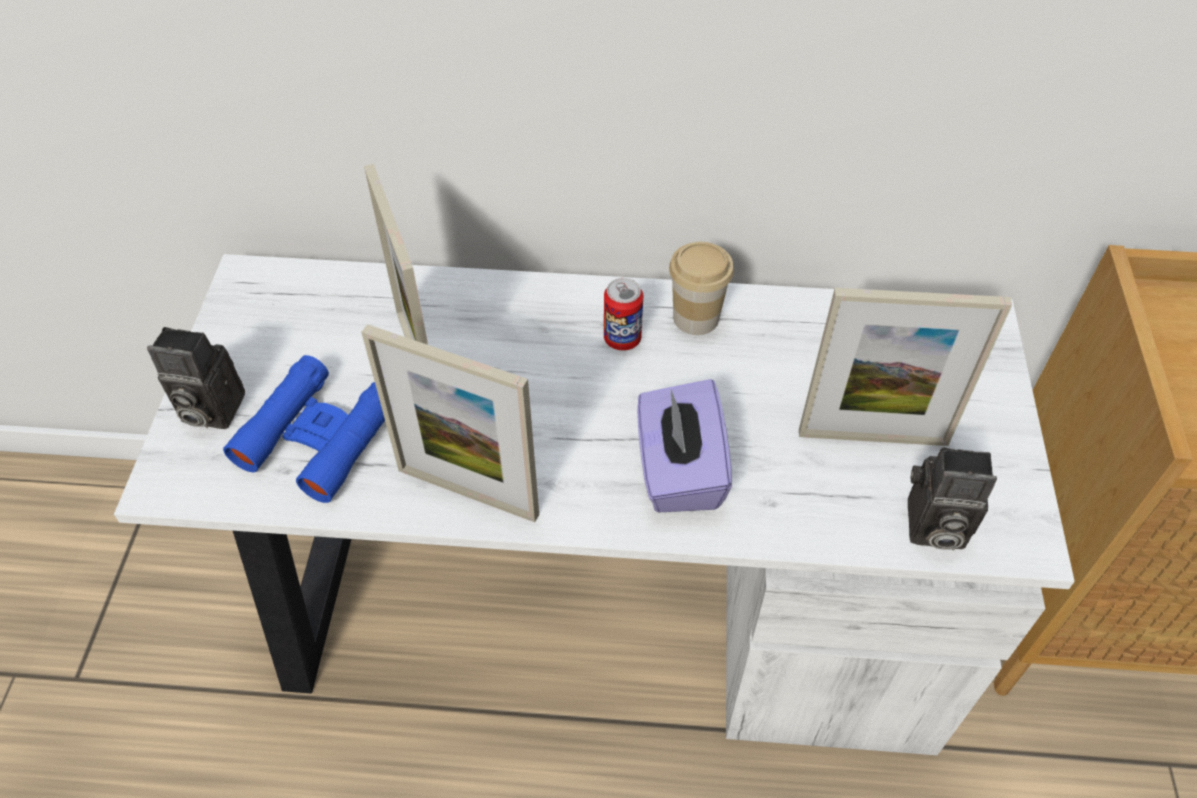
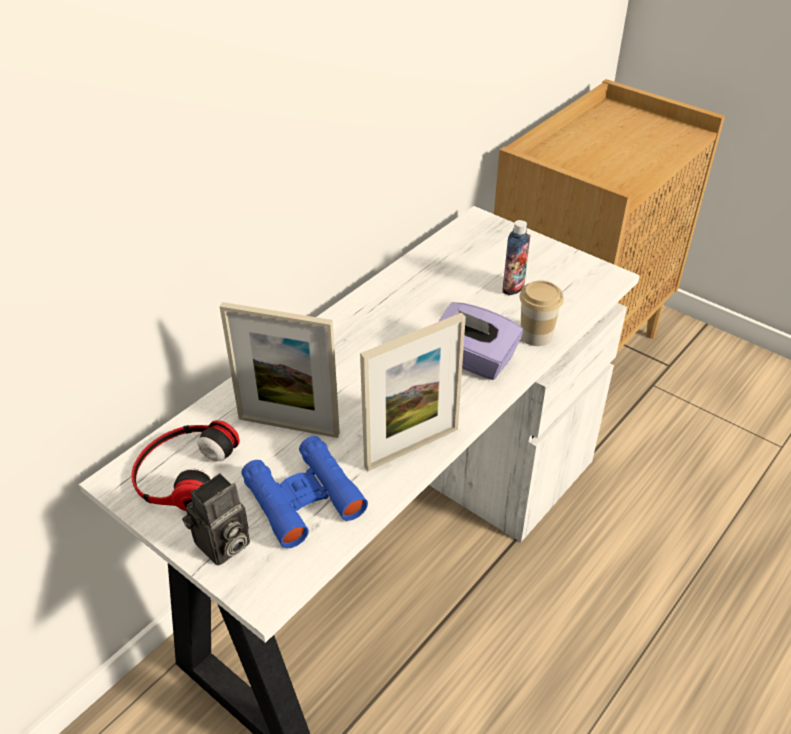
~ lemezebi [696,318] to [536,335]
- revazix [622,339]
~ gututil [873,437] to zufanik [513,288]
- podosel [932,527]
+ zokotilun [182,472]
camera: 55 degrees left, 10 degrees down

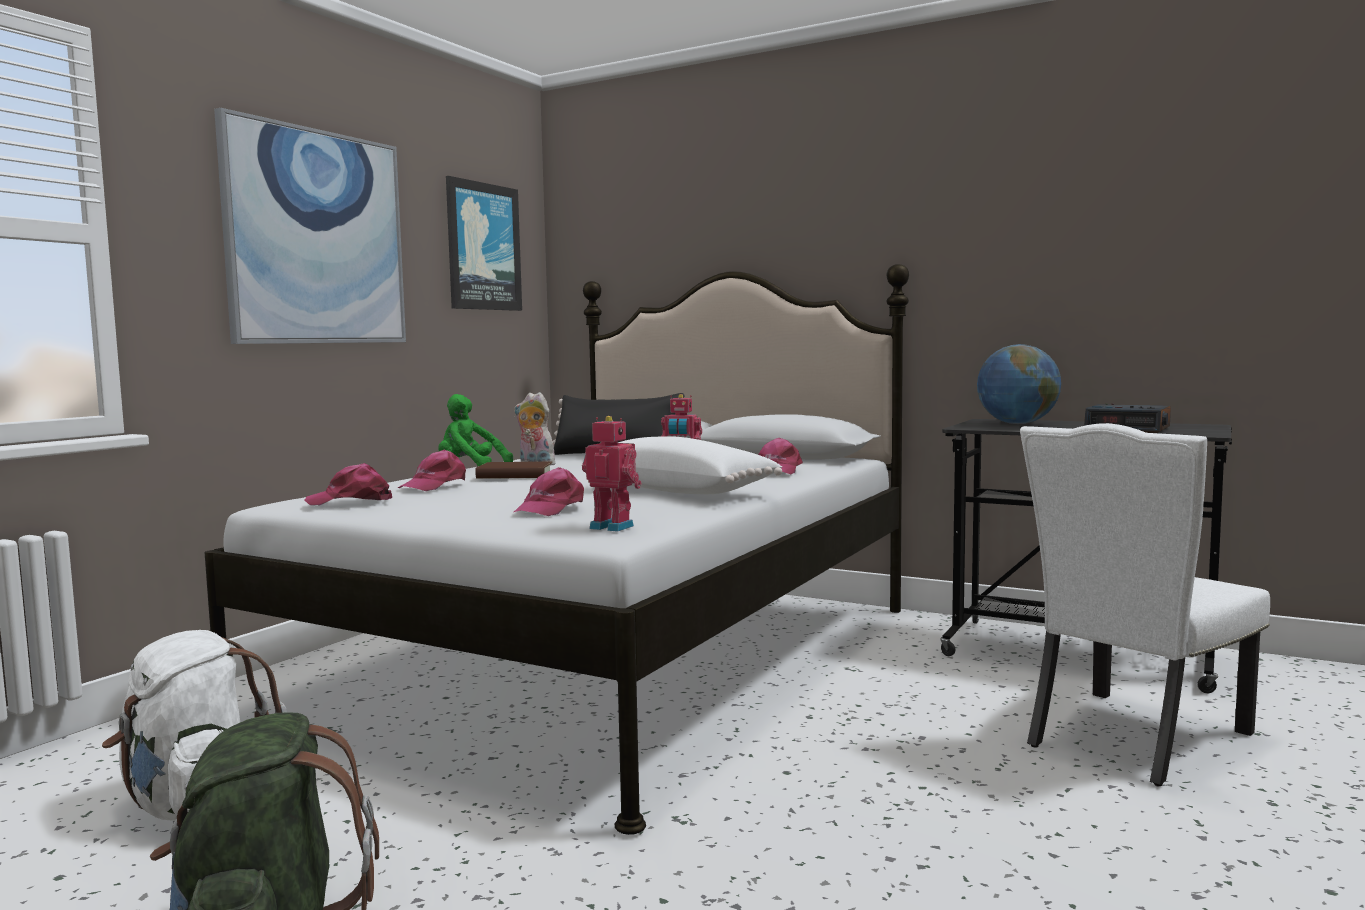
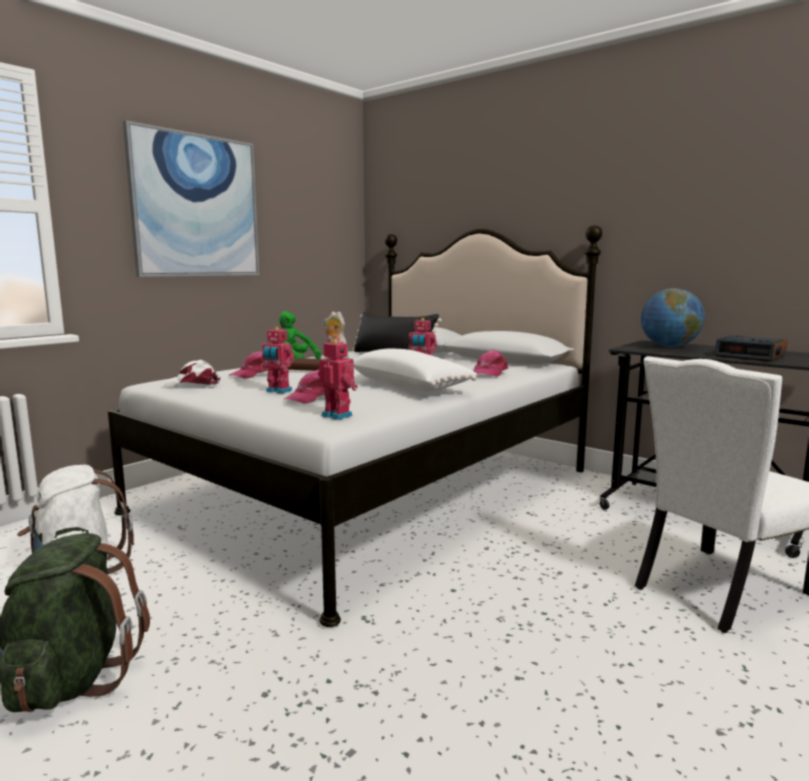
- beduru [483,247]
~ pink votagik [351,501] to white votagik [193,383]
+ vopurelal [278,391]
camera: 10 degrees right, 5 degrees up

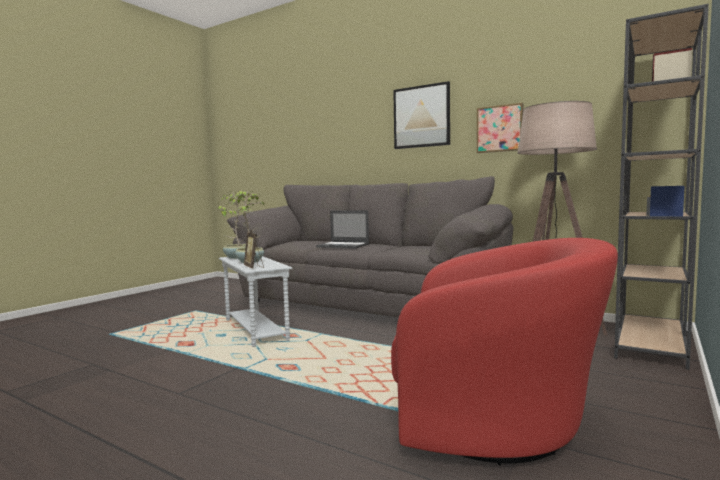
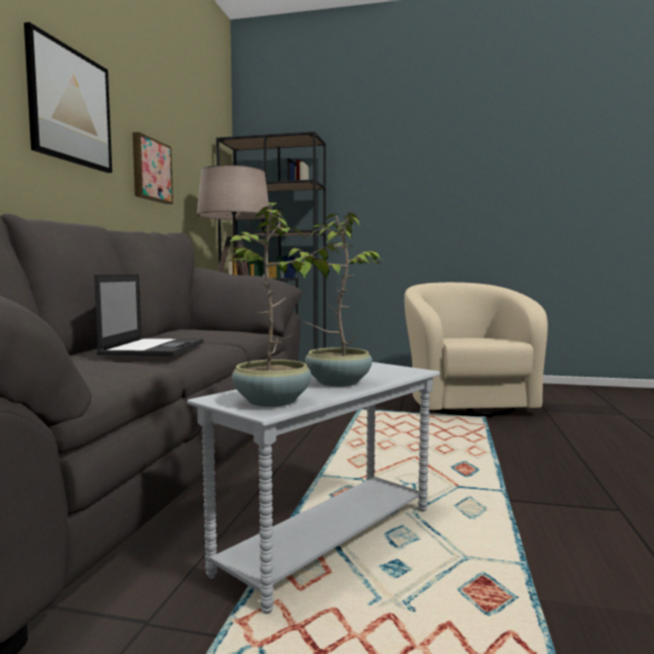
- gututil [254,267]
~ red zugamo [493,424] to beige zugamo [465,403]
camera: 110 degrees left, 0 degrees up

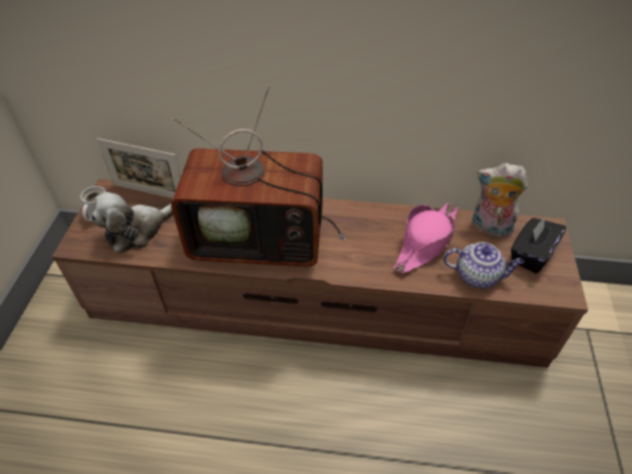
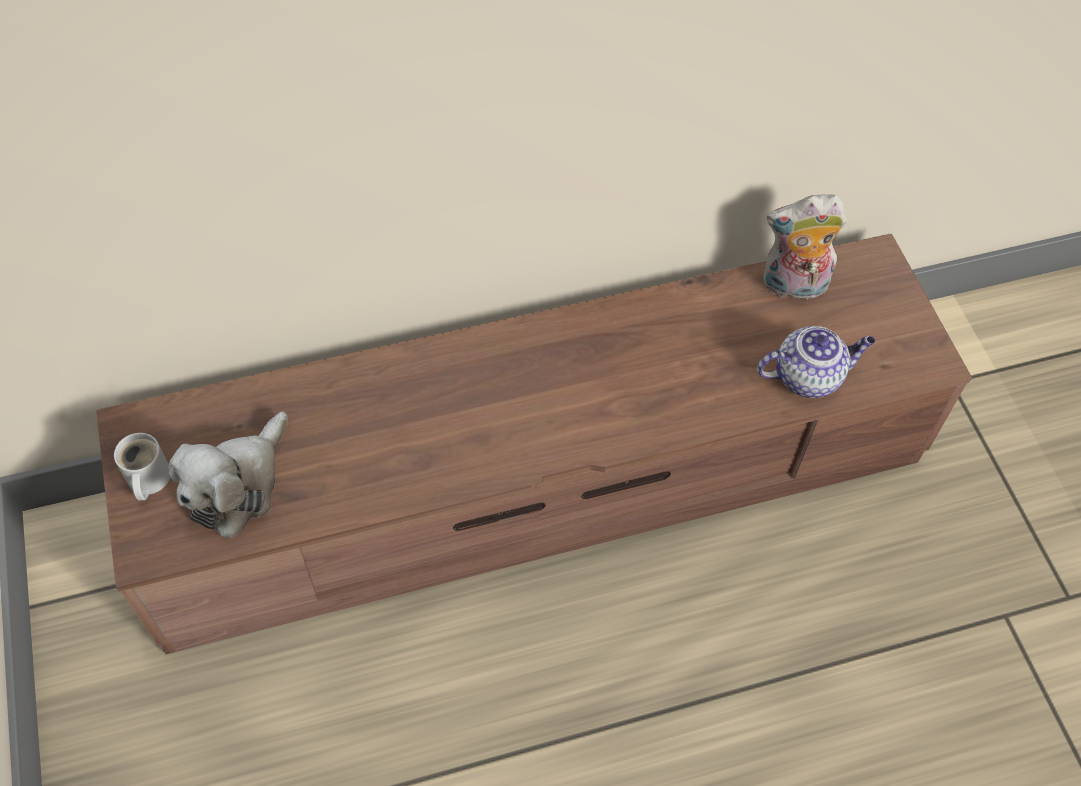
- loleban [262,238]
- gututil [150,192]
- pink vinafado [425,242]
- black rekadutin [531,254]
camera: 25 degrees left, 10 degrees up

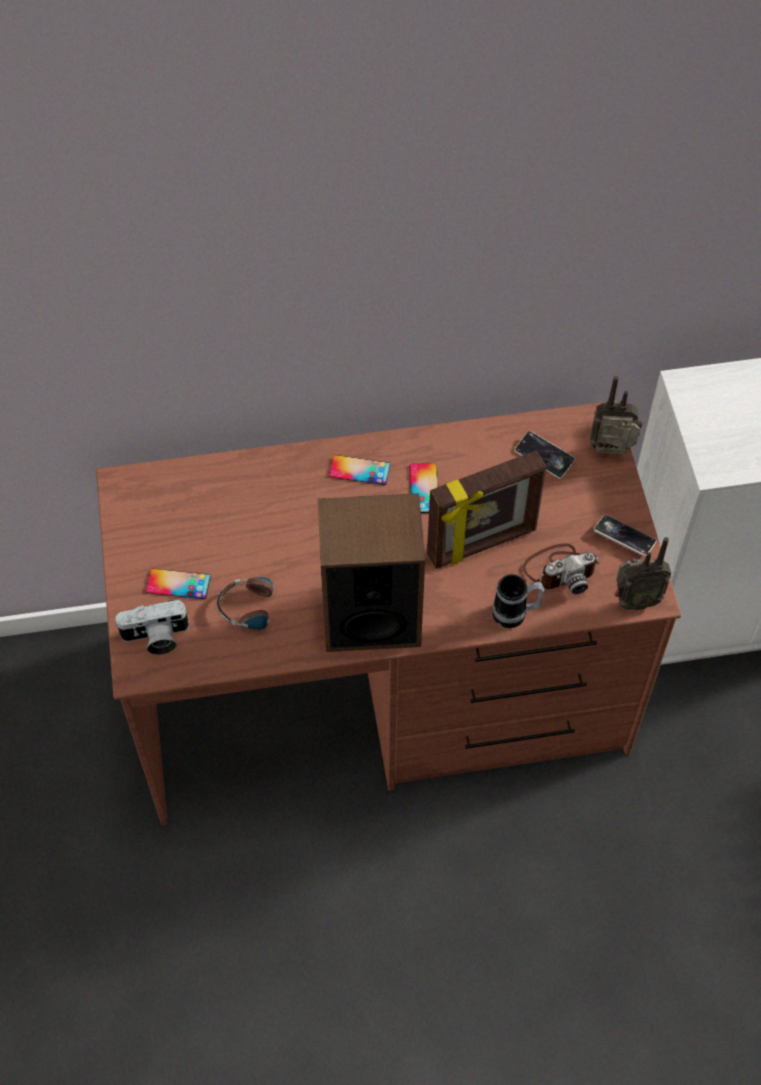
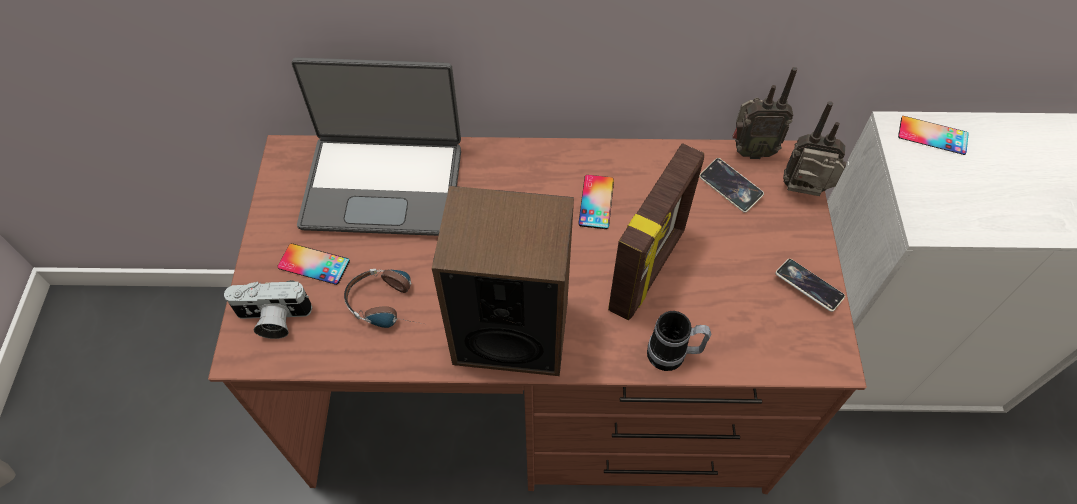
~ gututil [482,544] = [648,270] 45 degrees counterclockwise
~ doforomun [359,470] to [932,135]
~ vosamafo [634,601] to [750,151]
- podosel [560,569]
+ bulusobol [384,184]
camera: 10 degrees right, 0 degrees up

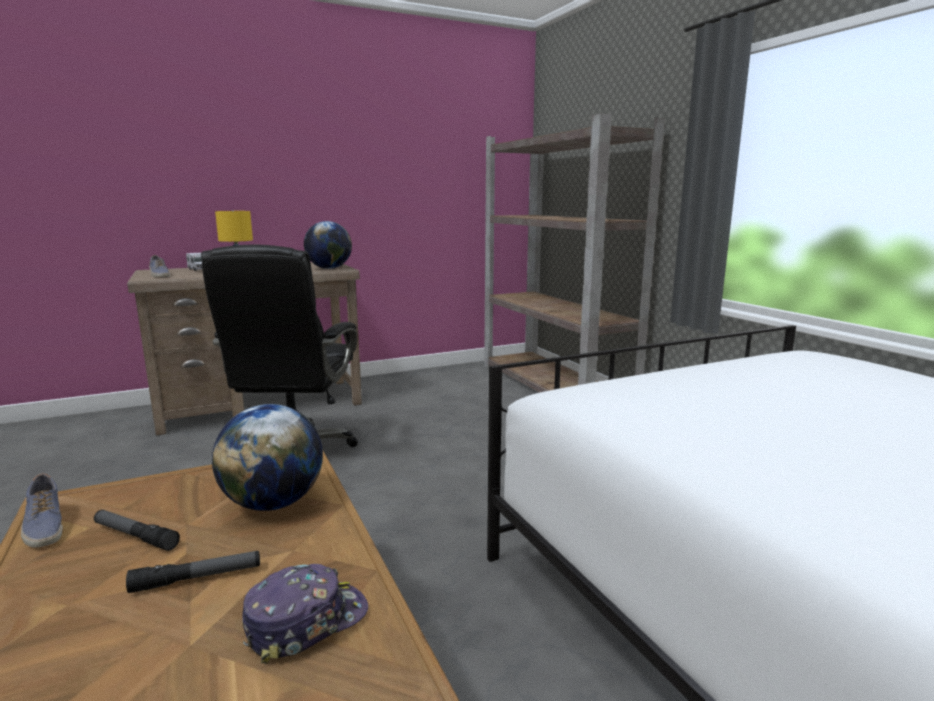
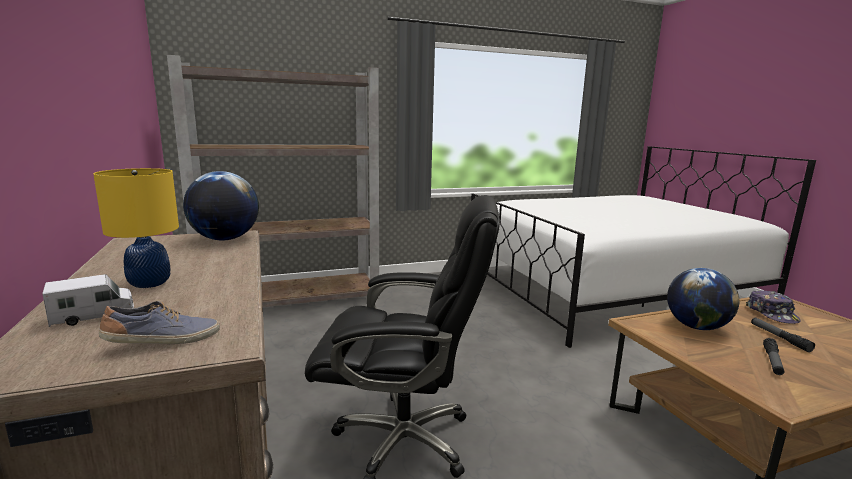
- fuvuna [44,526]
~ votagik [306,622] = [772,314] 150 degrees counterclockwise
camera: 85 degrees left, 0 degrees up

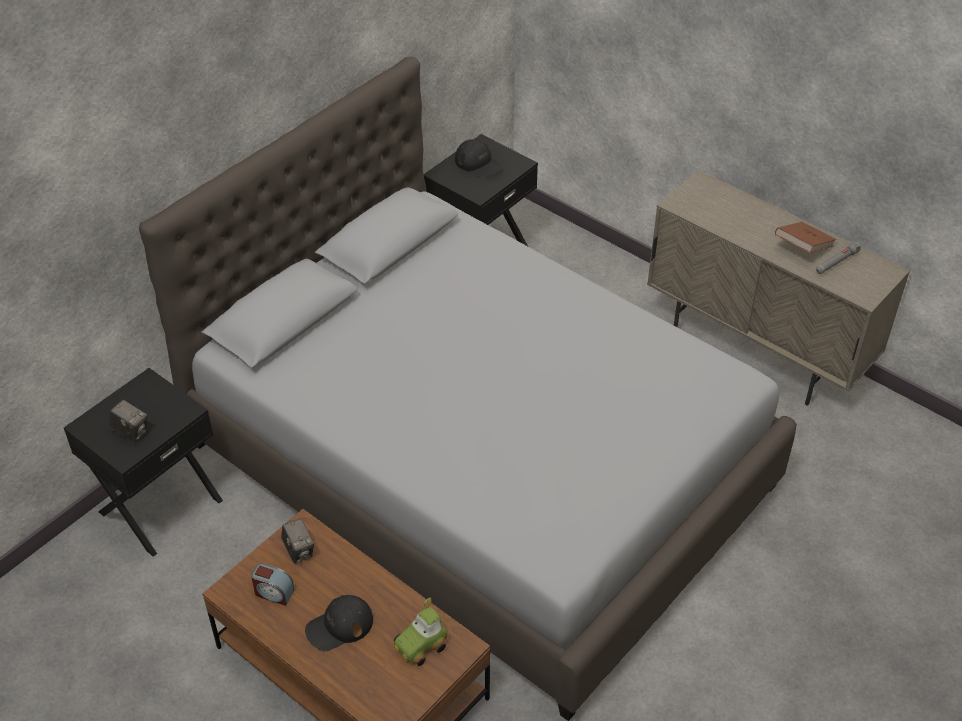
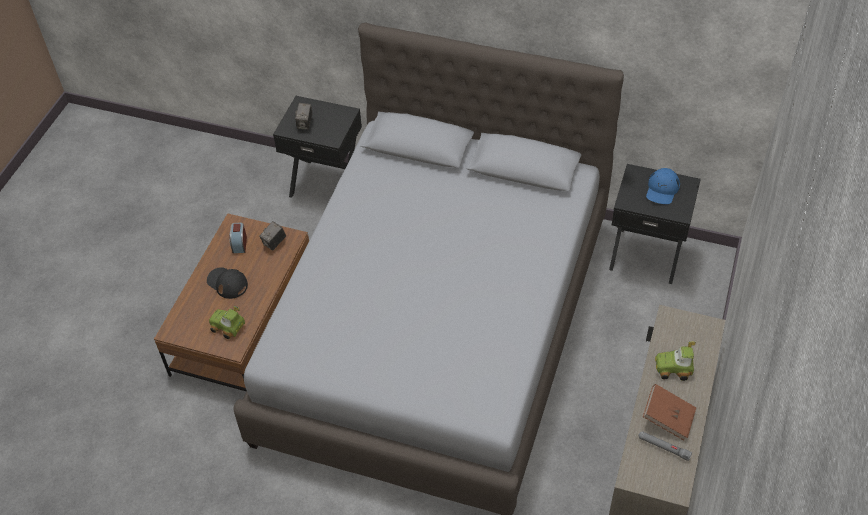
~ black votagik [478,163] to blue votagik [662,189]
+ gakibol [673,369]
camera: 70 degrees right, 5 degrees up

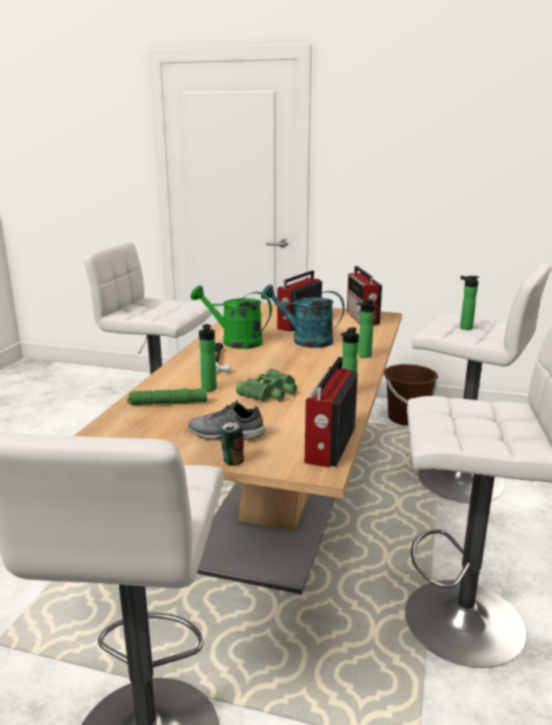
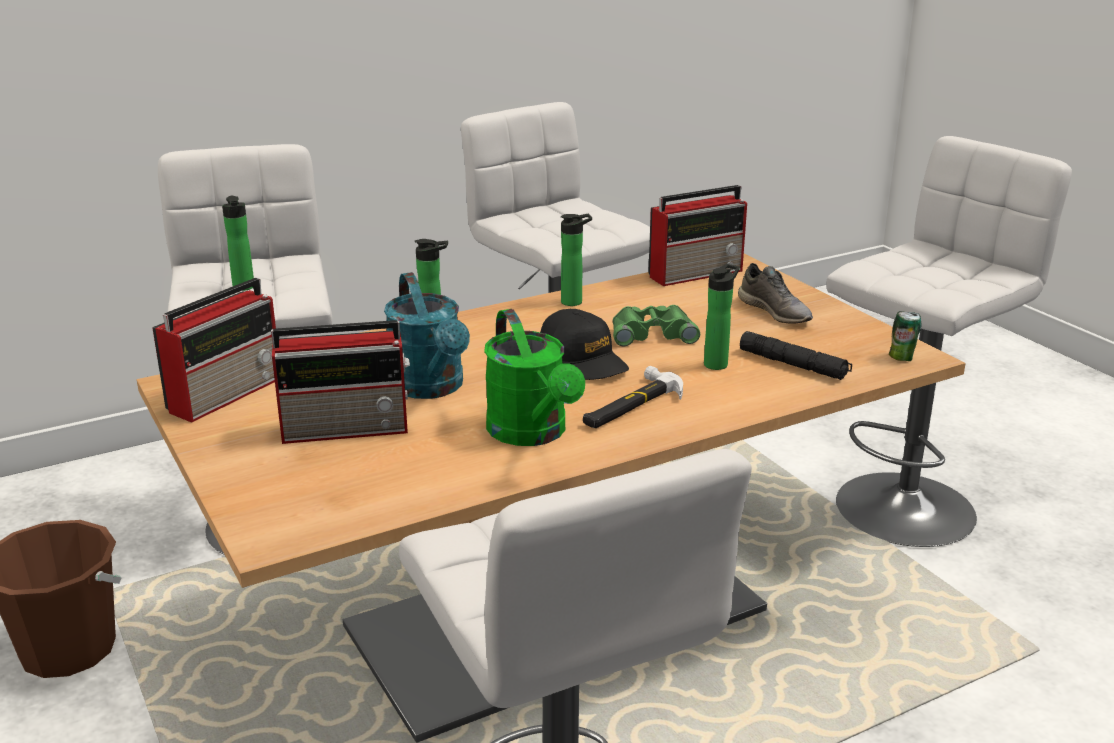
~ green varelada [168,403] to black varelada [793,365]
~ revazix [232,461] to [902,357]
+ black votagik [583,360]
camera: 135 degrees left, 5 degrees up

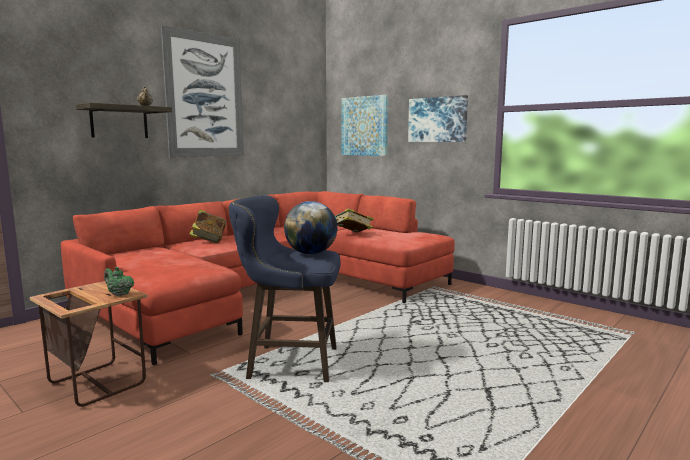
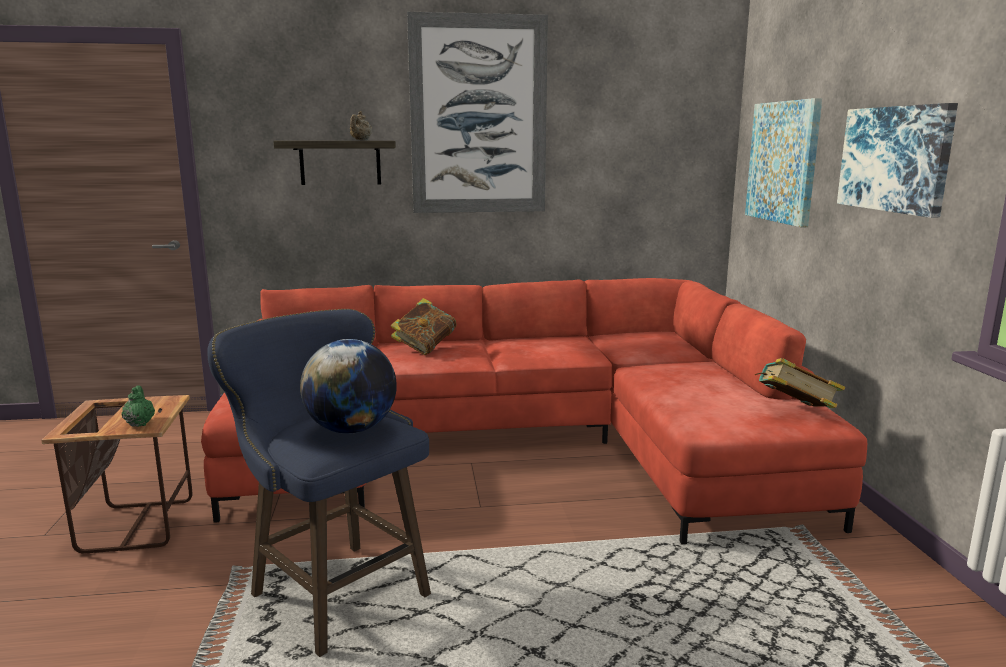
~ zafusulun [352,235] to [794,411]
camera: 40 degrees right, 5 degrees up

